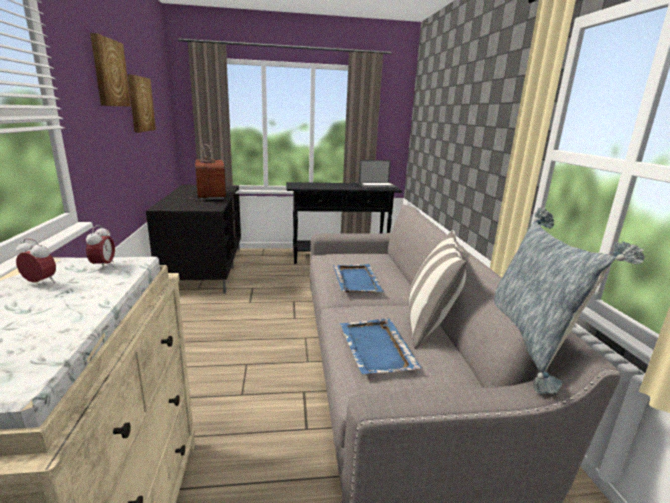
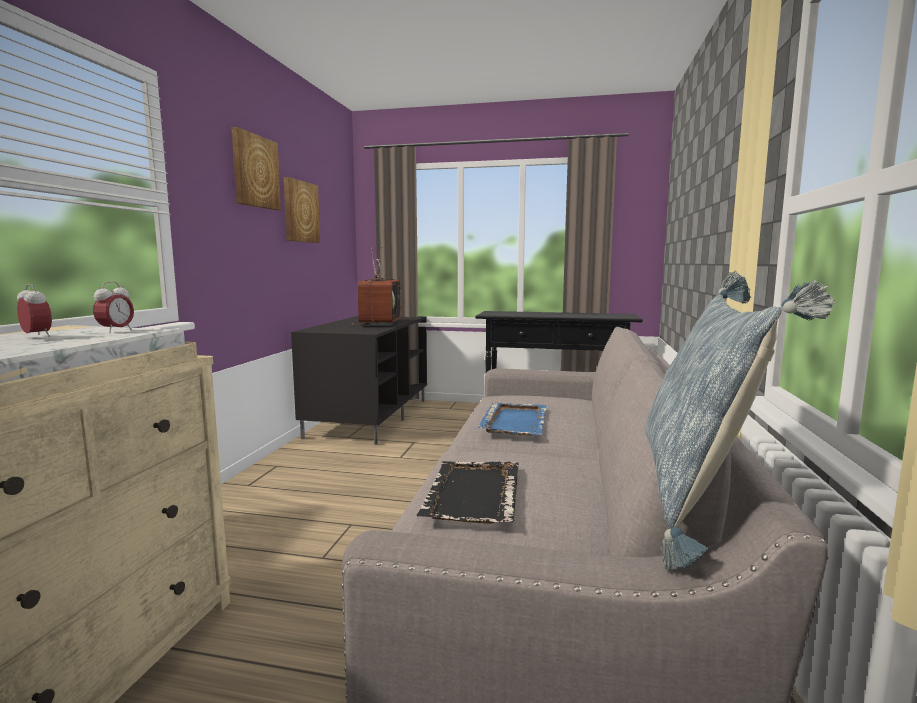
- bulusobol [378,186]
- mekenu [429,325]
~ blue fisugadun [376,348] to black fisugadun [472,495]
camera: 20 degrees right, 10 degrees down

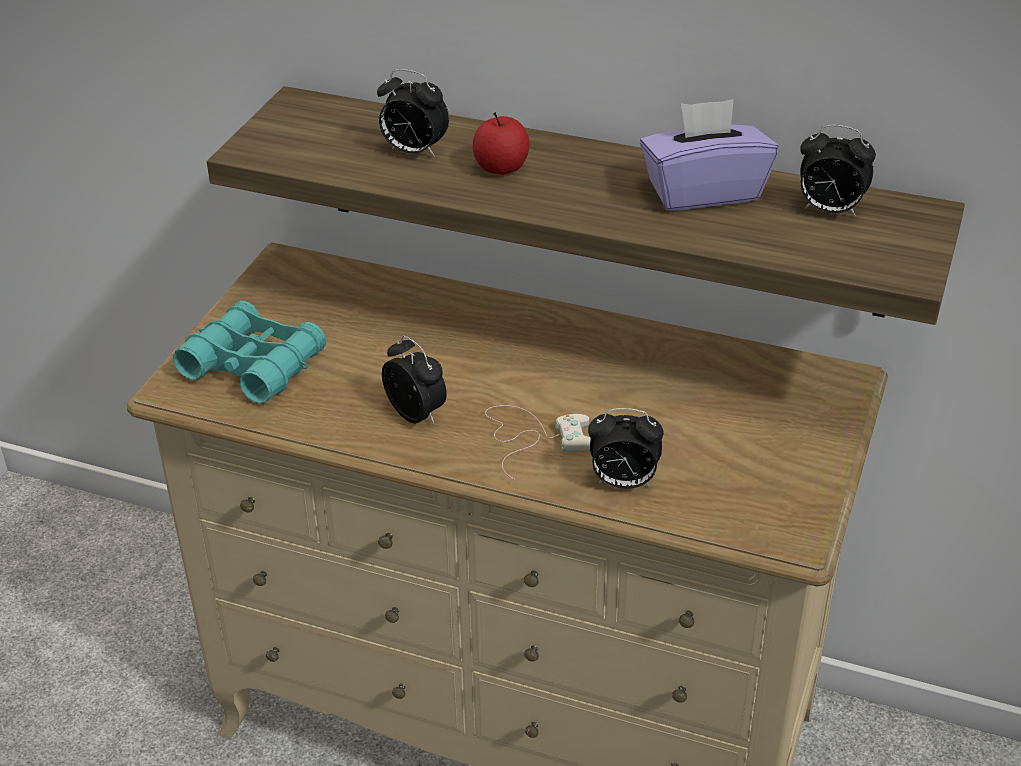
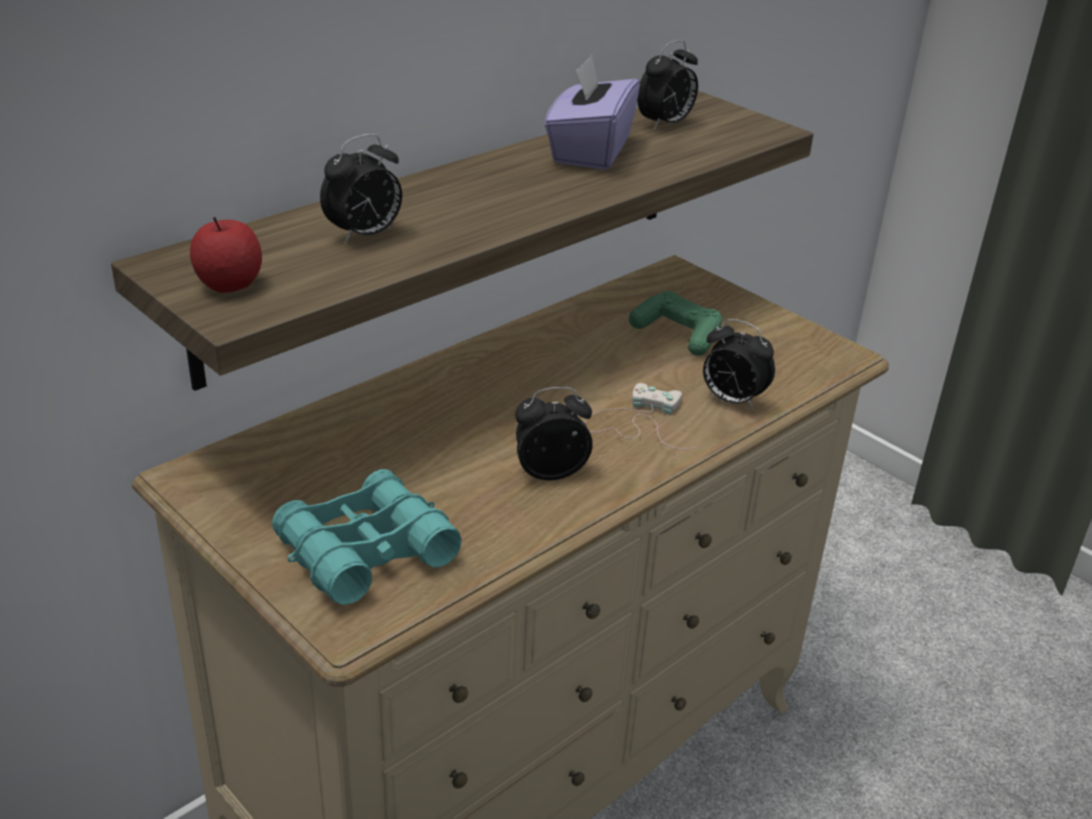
~ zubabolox [501,168] to [229,284]
~ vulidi [623,482] = [731,400] 90 degrees clockwise
+ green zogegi [677,334]
camera: 65 degrees left, 5 degrees down

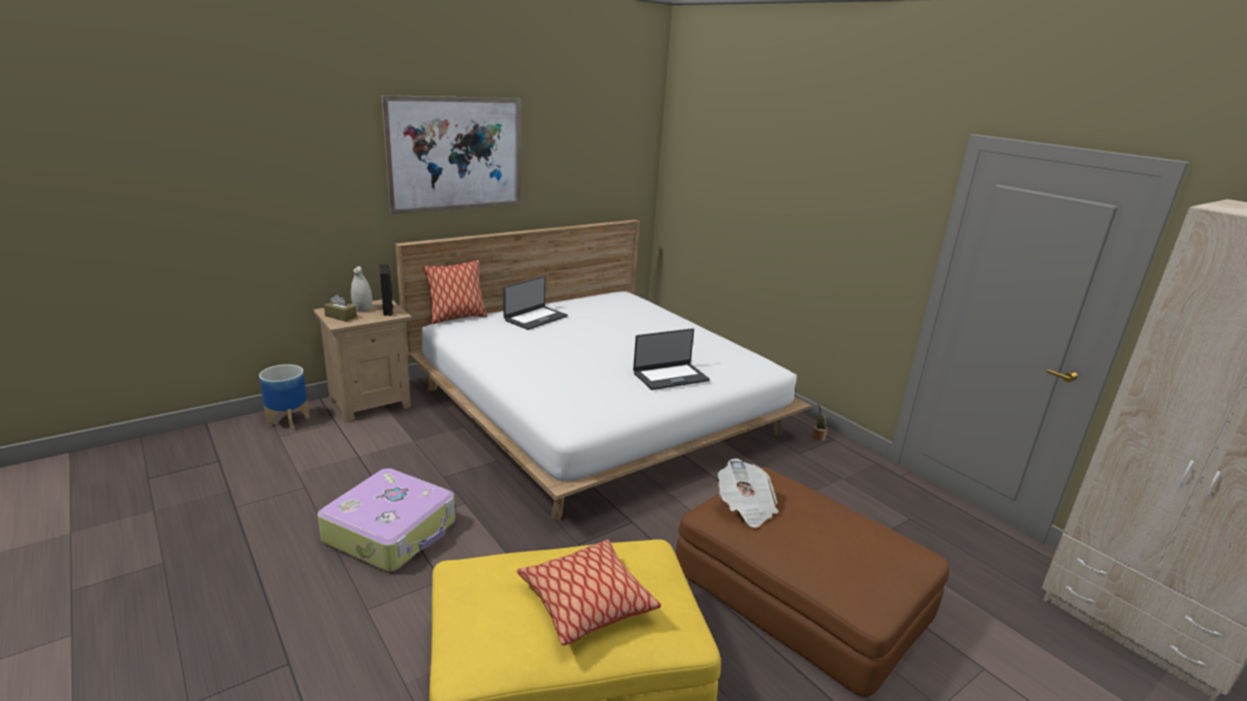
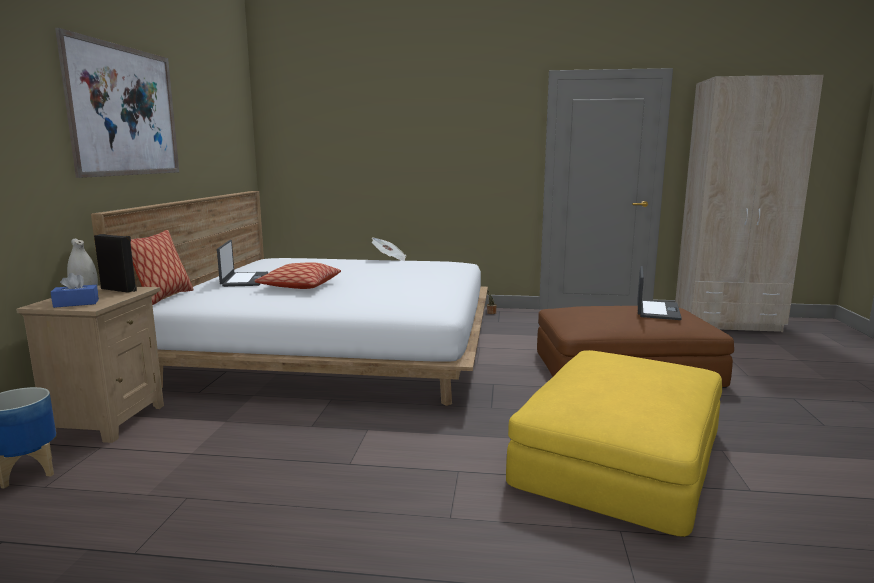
~ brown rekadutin [341,316] to blue rekadutin [76,303]
~ bulusobol [670,376] to [656,310]
~ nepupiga [745,507] to [390,259]
- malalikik [392,531]
~ mekenu [586,602] to [299,286]
camera: 45 degrees left, 10 degrees down

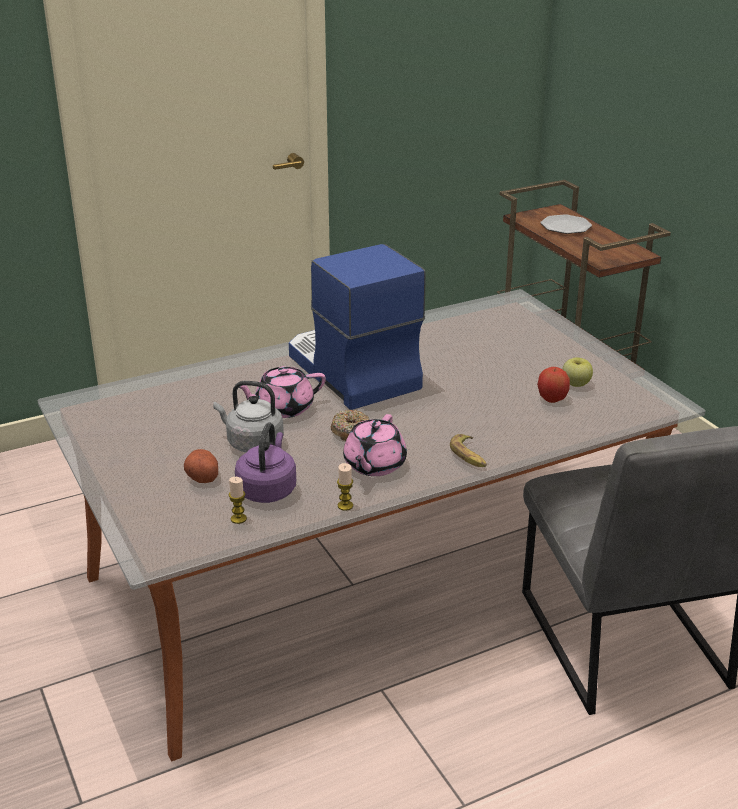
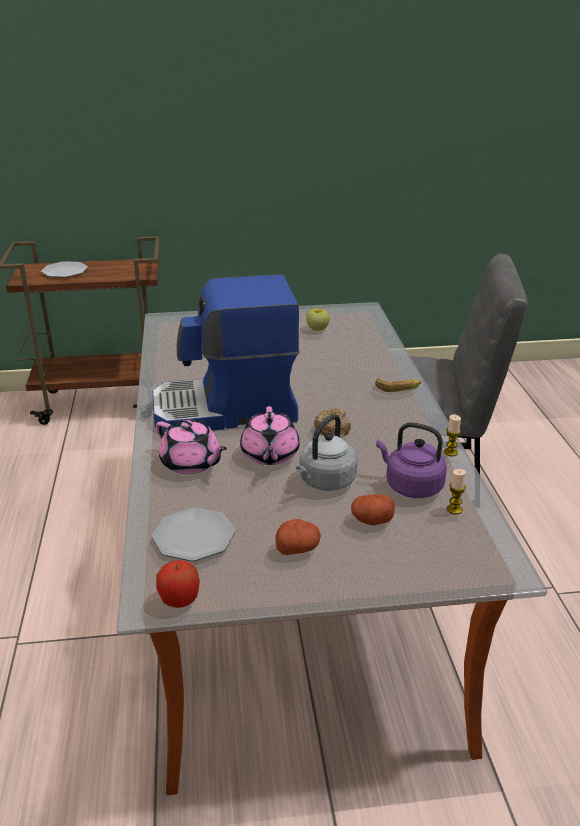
~ zubabolox [552,399] to [179,600]
~ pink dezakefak [374,465] to [191,463]
+ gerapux [193,536]
+ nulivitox [297,548]
camera: 70 degrees left, 0 degrees up

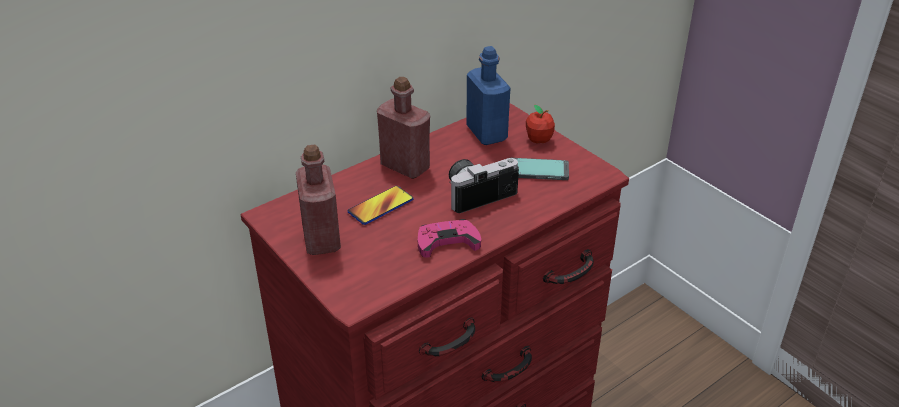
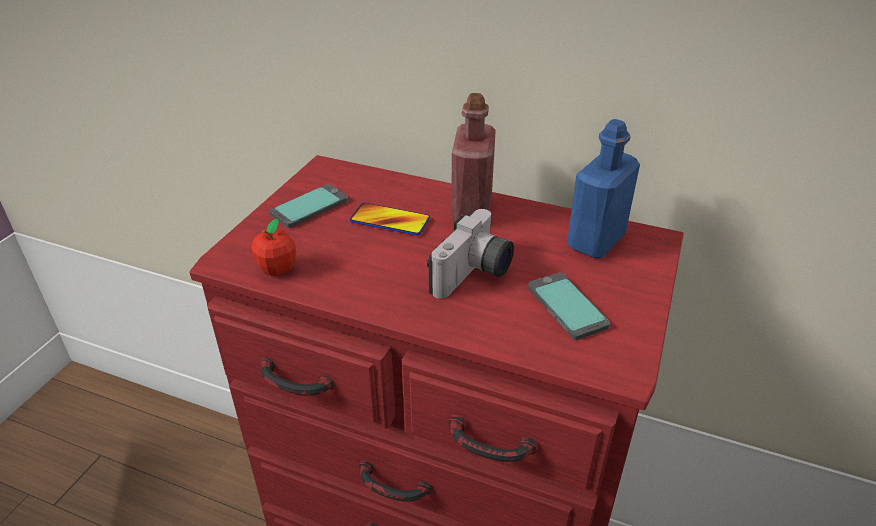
~ zubabolox [539,139] to [277,269]
~ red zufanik [321,239] to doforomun [309,207]
~ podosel [478,193] = [474,275] 90 degrees clockwise
- pink zogegi [447,242]
camera: 60 degrees right, 0 degrees up

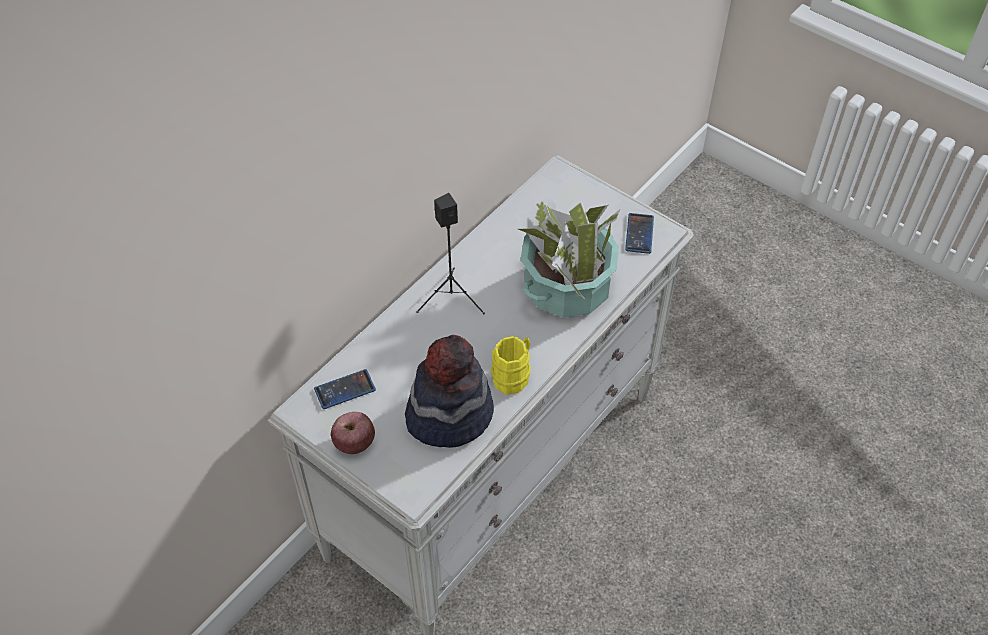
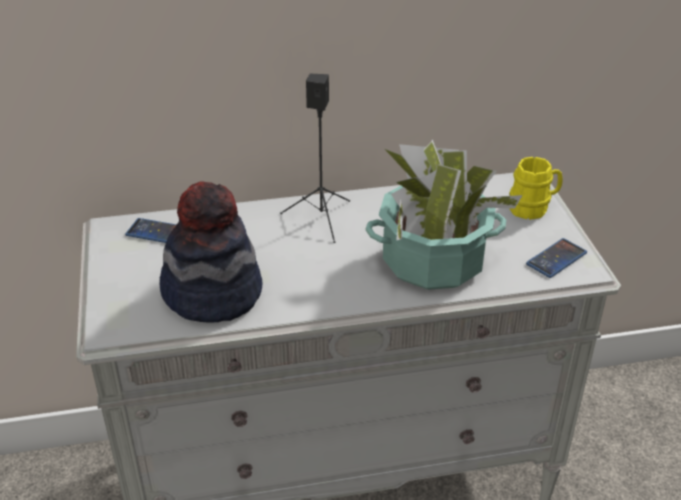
~ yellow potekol [513,375] to [533,207]
- zubabolox [355,444]
camera: 40 degrees right, 15 degrees down

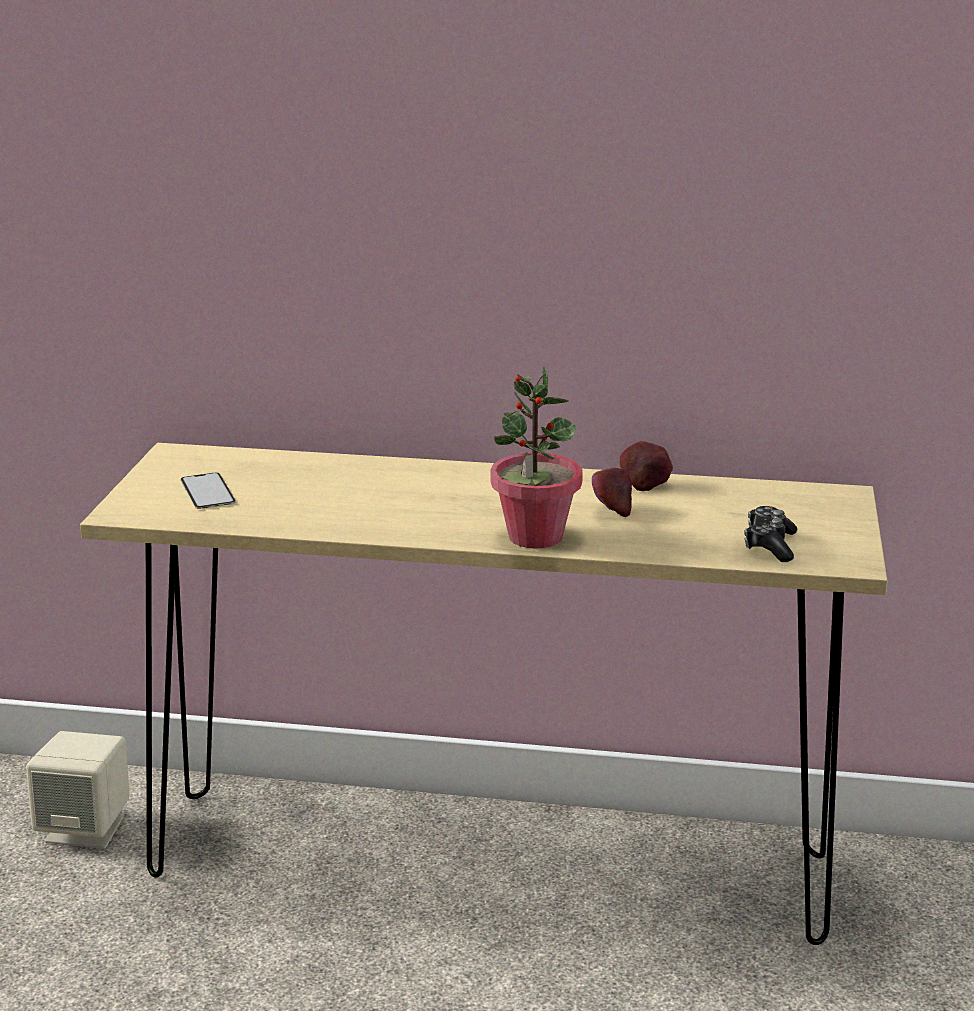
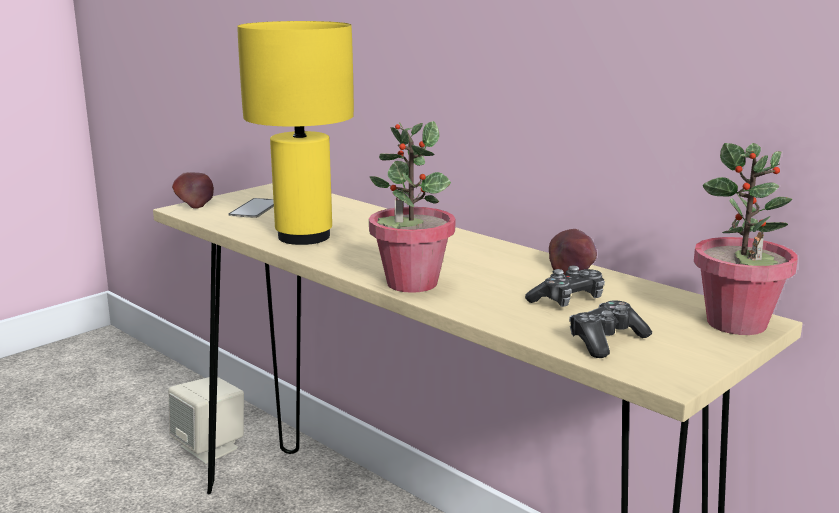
~ zubabolox [611,511] to [195,205]
+ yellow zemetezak [304,236]
+ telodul [737,324]
+ zogegi [568,300]
camera: 35 degrees right, 5 degrees down

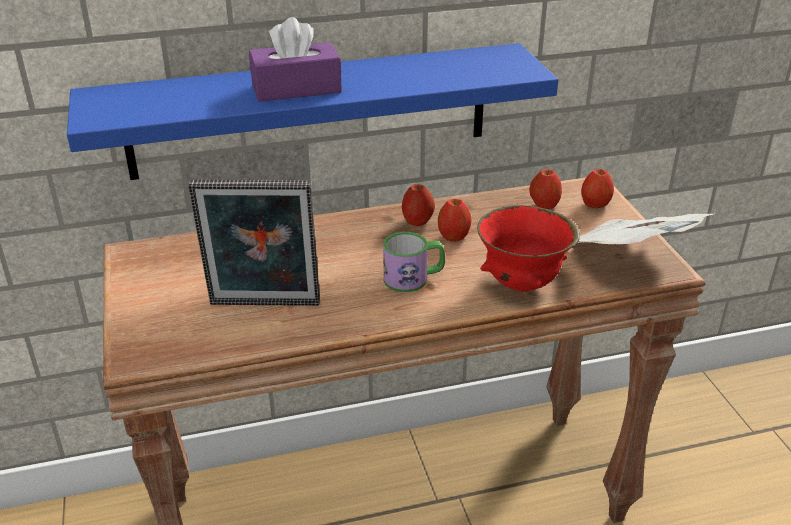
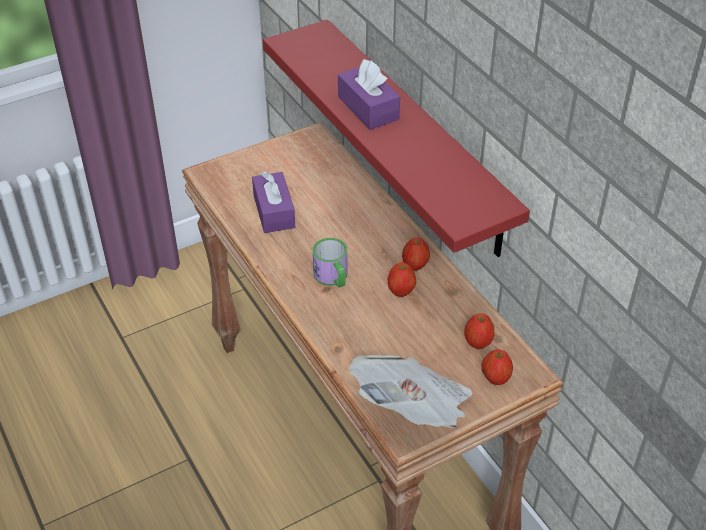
~ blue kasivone [310,111] to red kasivone [416,137]
~ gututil [264,306] to purple rekadutin [274,211]
- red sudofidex [522,284]
camera: 75 degrees right, 10 degrees up

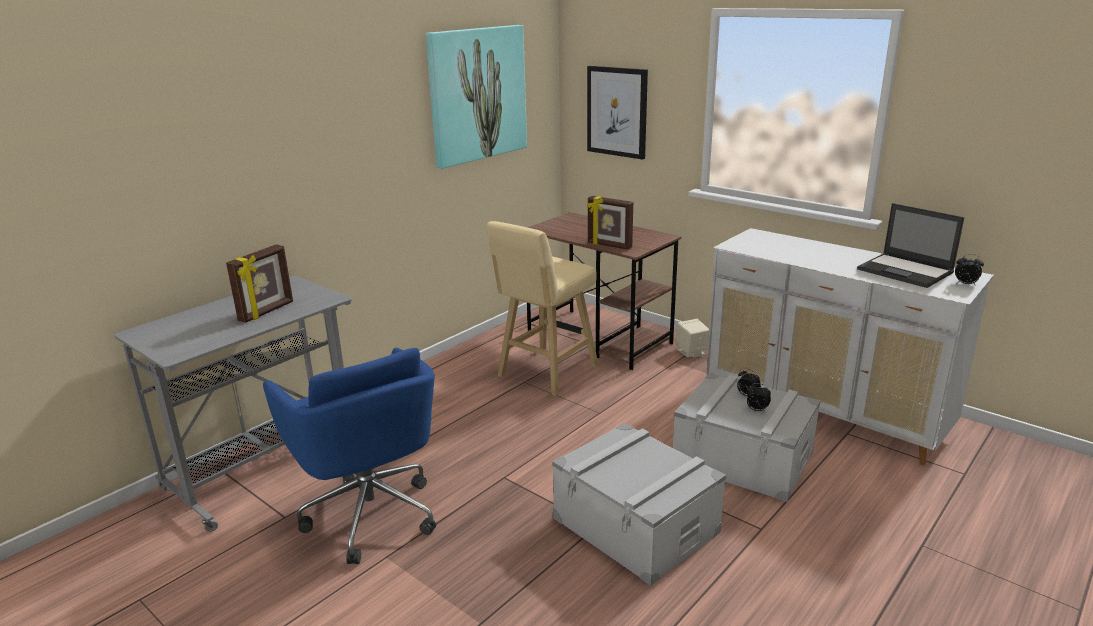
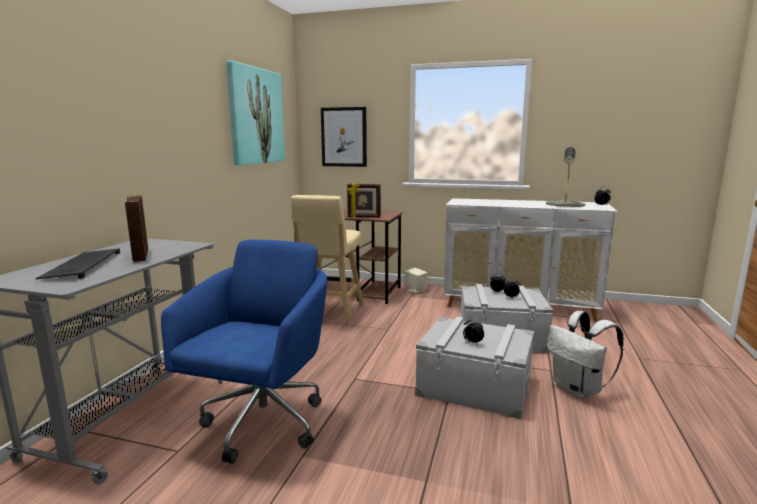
~ bulusobol [906,271] to grey zemetezak [565,204]
~ gututil [267,312] = [140,255] 150 degrees clockwise
~ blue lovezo [369,513] = [261,428] 105 degrees counterclockwise
+ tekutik [82,265]
+ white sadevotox [578,390]
+ vulidi [472,343]
camera: 25 degrees left, 10 degrees down

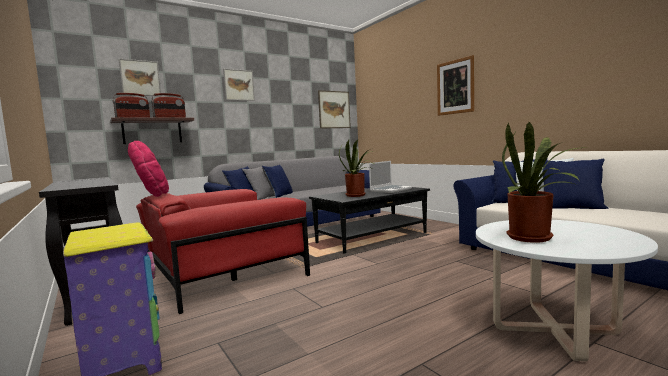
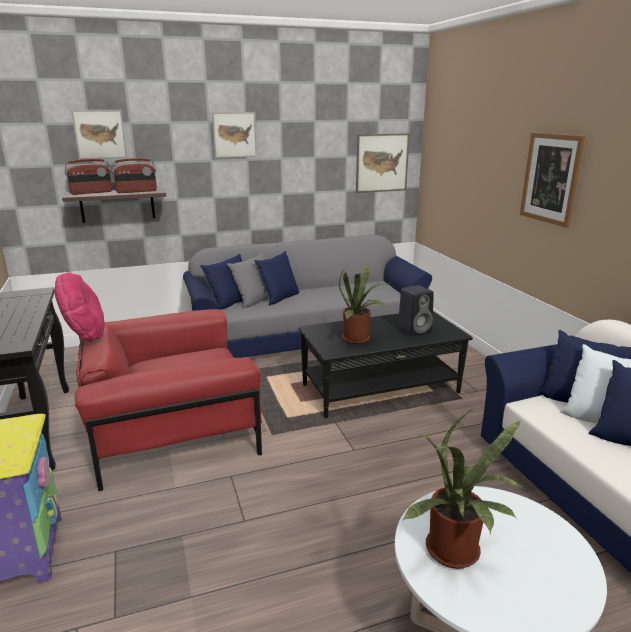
~ bulusobol [390,190] to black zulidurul [415,330]
camera: 15 degrees right, 15 degrees up

